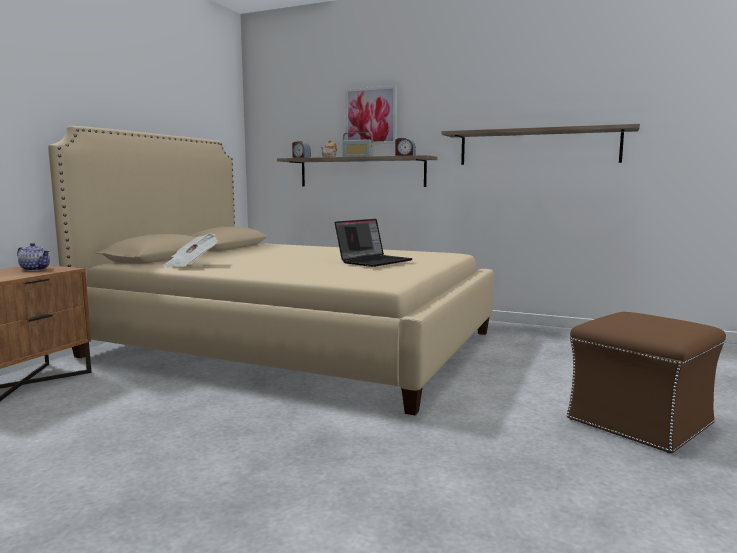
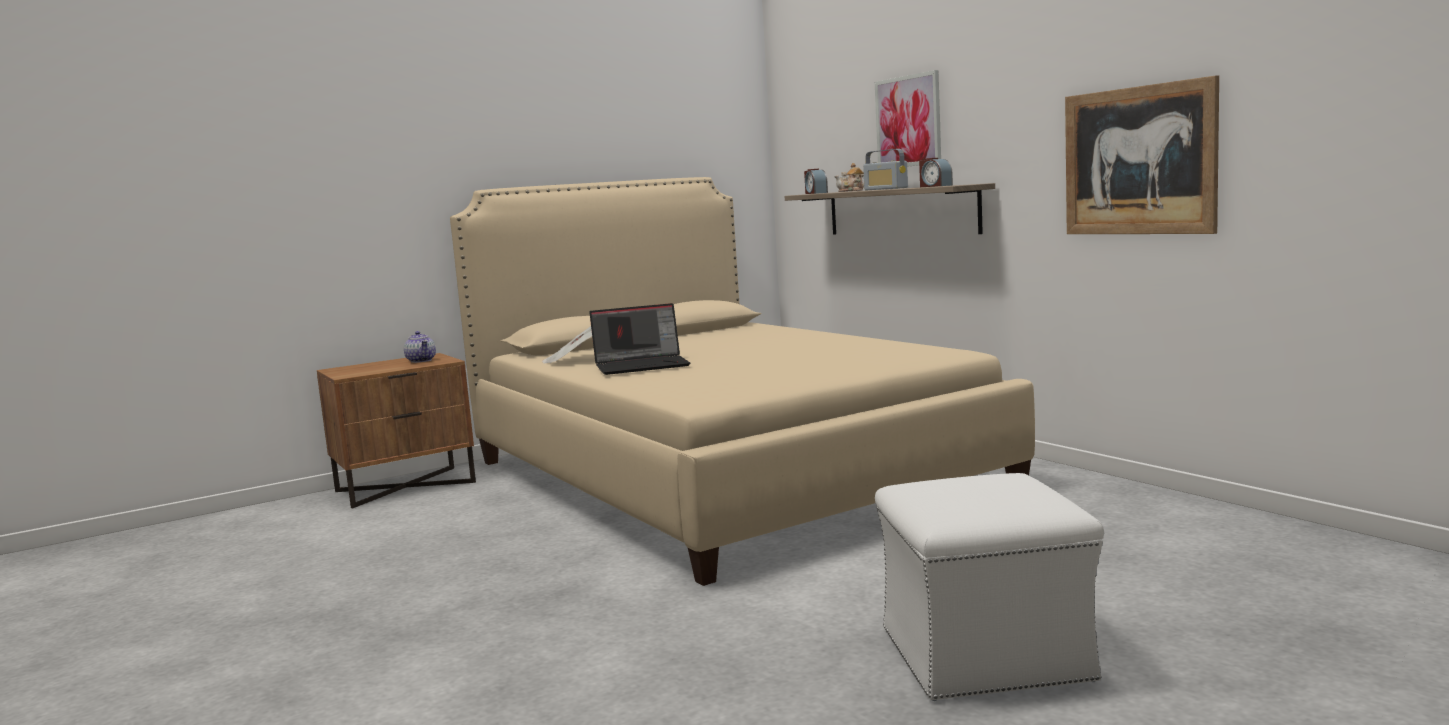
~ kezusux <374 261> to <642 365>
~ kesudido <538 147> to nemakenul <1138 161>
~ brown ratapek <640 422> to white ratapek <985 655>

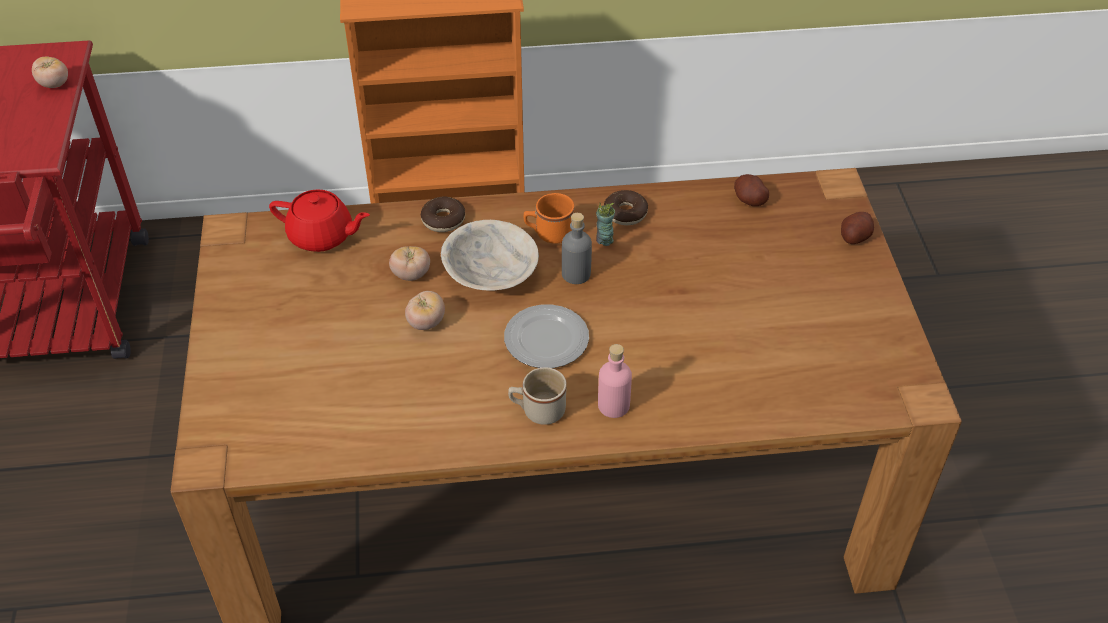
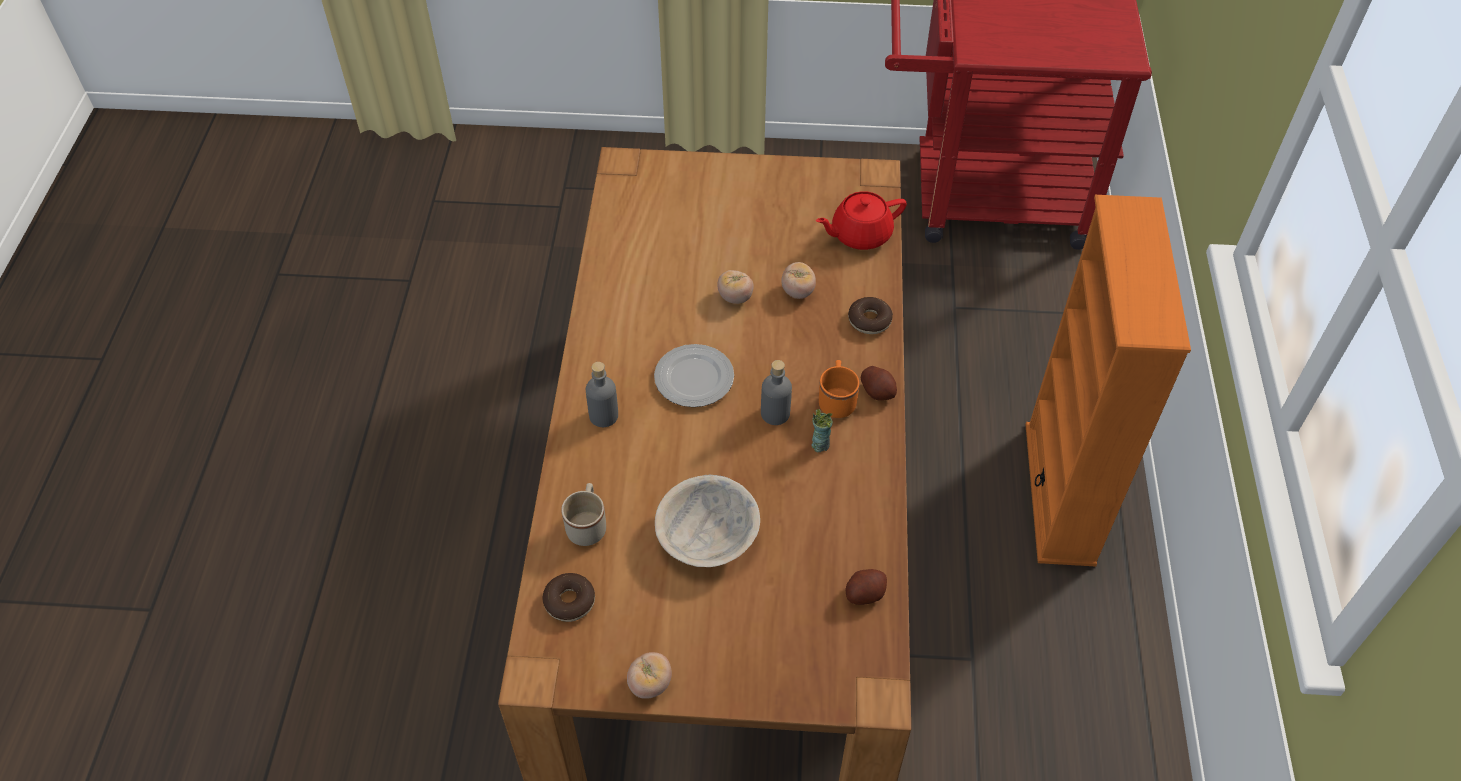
~ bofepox <54 84> to <650 684>
~ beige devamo <490 273> to <708 535>
~ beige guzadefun <537 410> to <587 525>
~ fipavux <625 213> to <569 601>
~ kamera <854 237> to <878 391>
~ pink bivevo <613 405> to grey bivevo <604 415>
~ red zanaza <322 236> = <859 234> 45 degrees clockwise

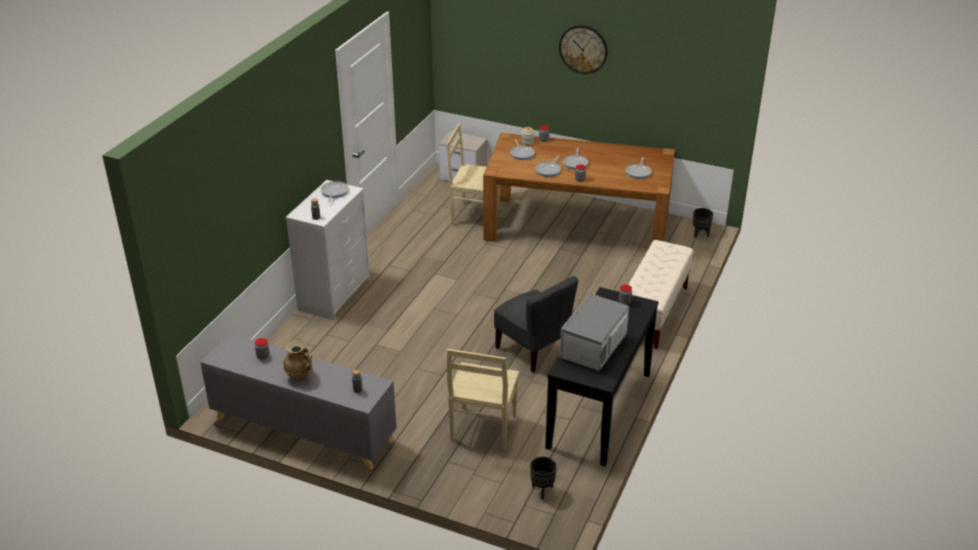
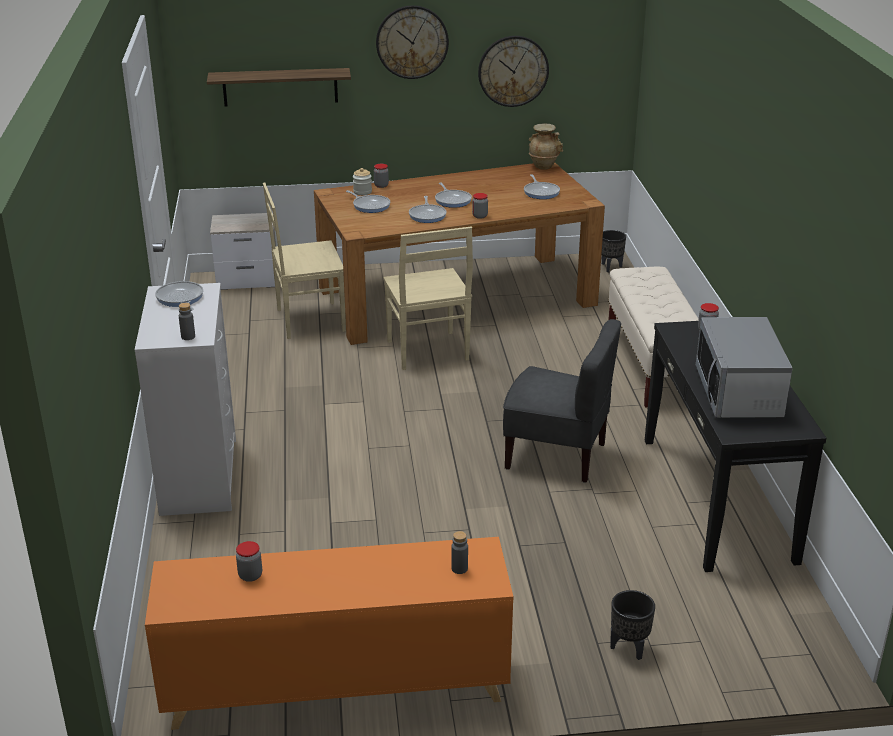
+ kesudido <280 87>
+ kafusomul <513 71>
~ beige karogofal <300 376> to <543 166>
~ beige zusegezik <483 429> to <428 352>
~ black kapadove <542 490> to <628 647>
~ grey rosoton <303 430> to orange rosoton <335 687>

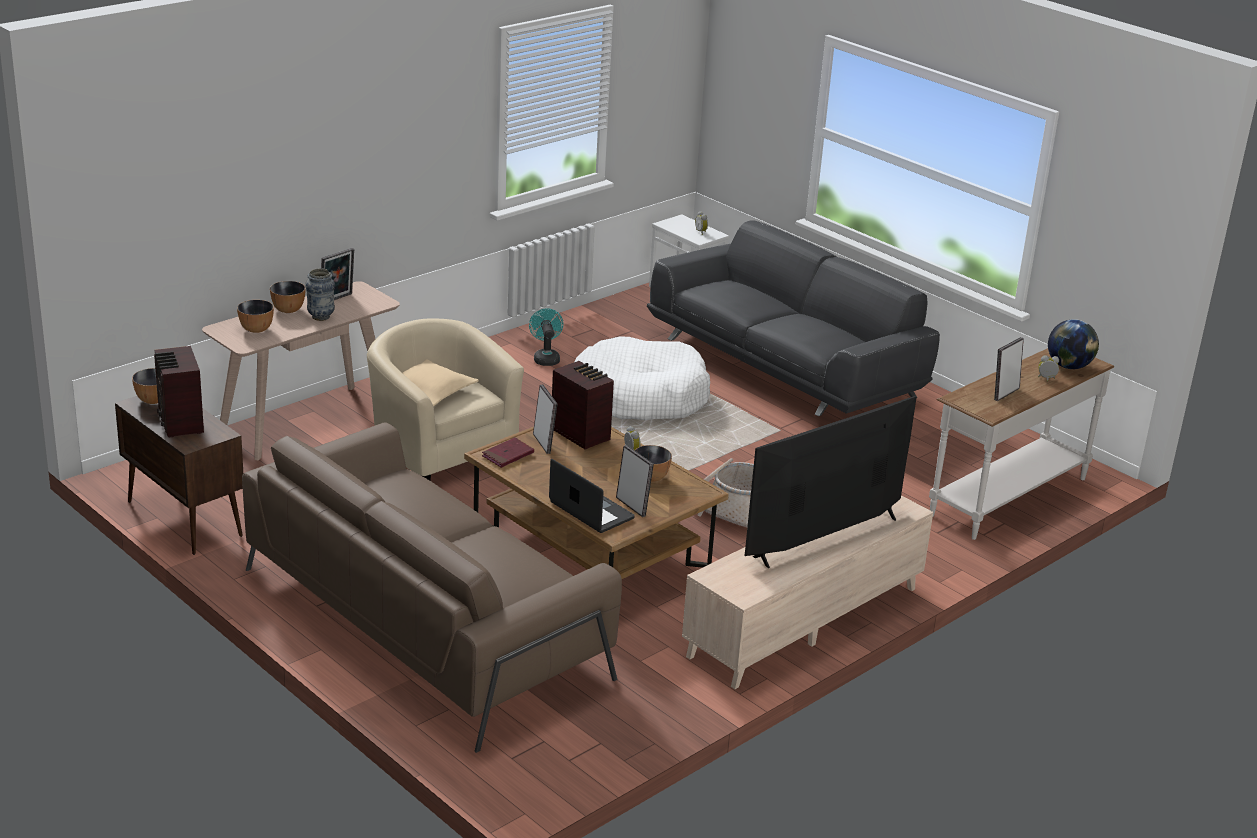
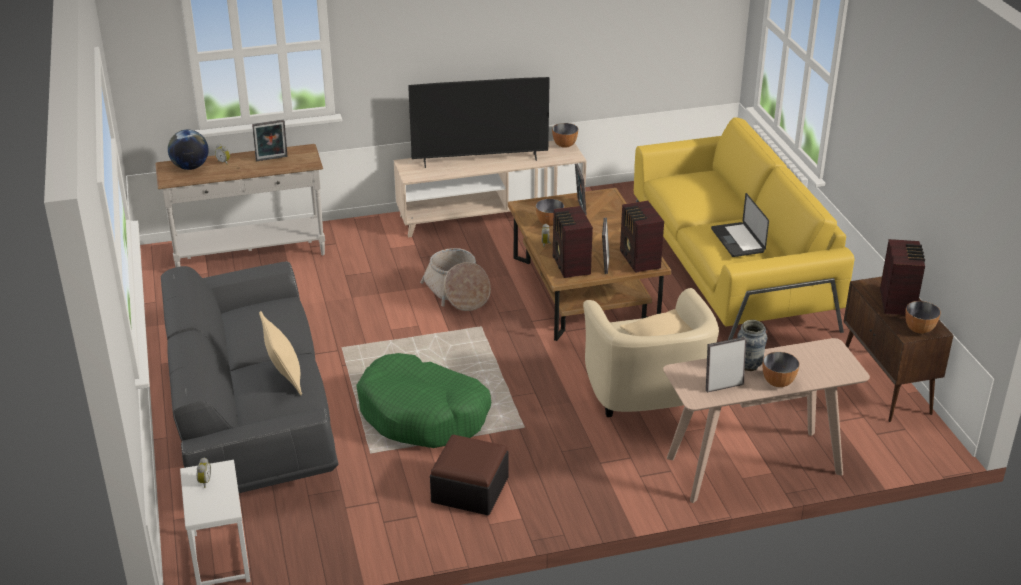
+ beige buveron <284 377>
~ devamo <256 329> to <564 145>
~ kezusux <591 510> to <737 241>
~ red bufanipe <508 455> to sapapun <639 260>
~ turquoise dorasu <545 358> to ratapek <470 490>
~ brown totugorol <424 622> to yellow totugorol <730 268>
~ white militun <639 396> to green militun <423 415>

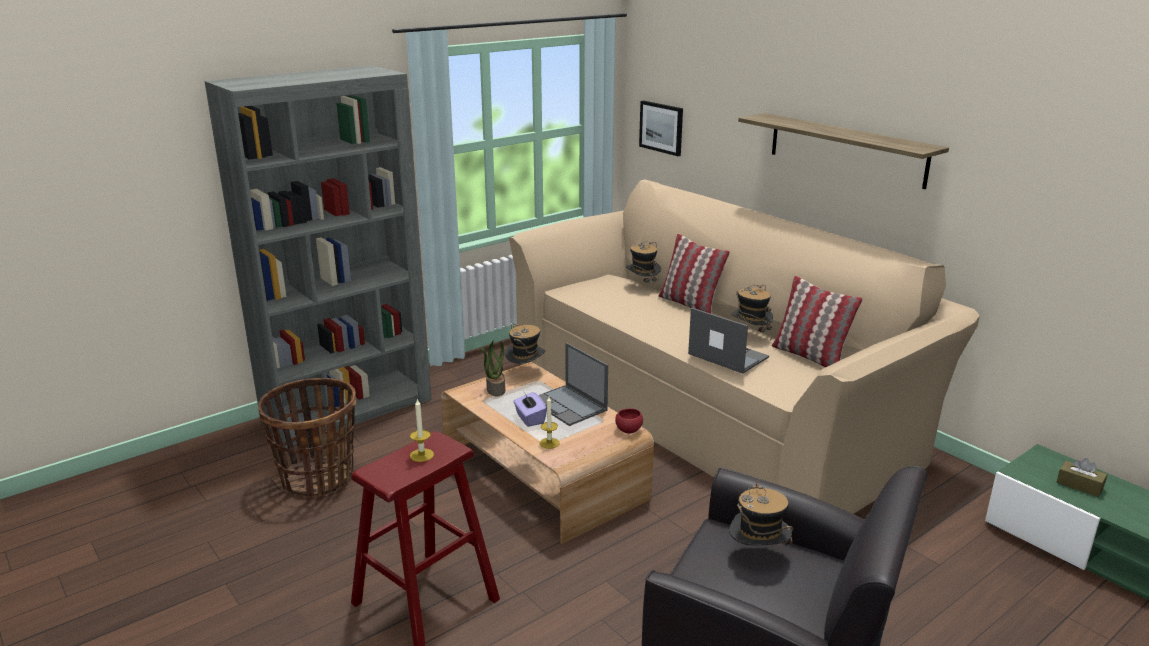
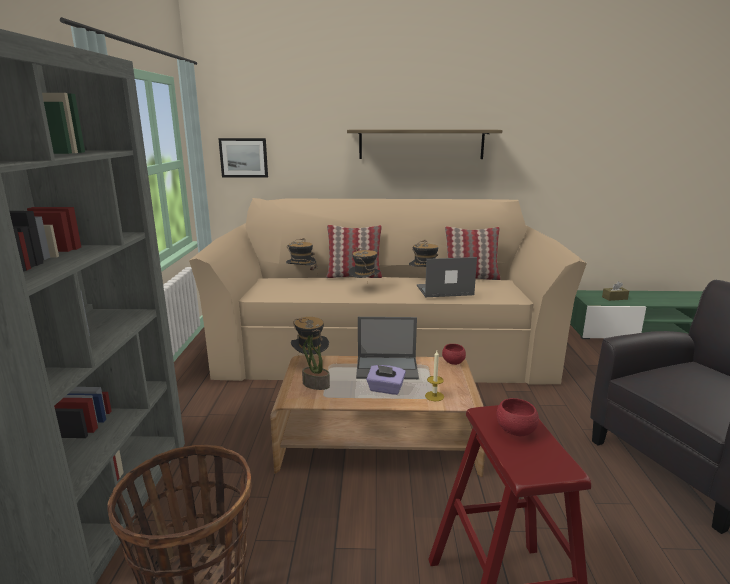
~ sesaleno <758 556> to <365 289>
~ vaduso <421 455> to red devamo <515 431>

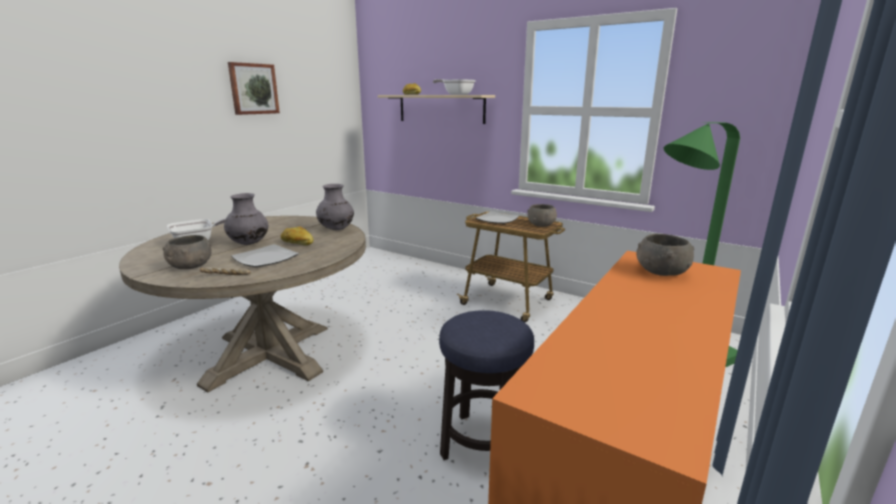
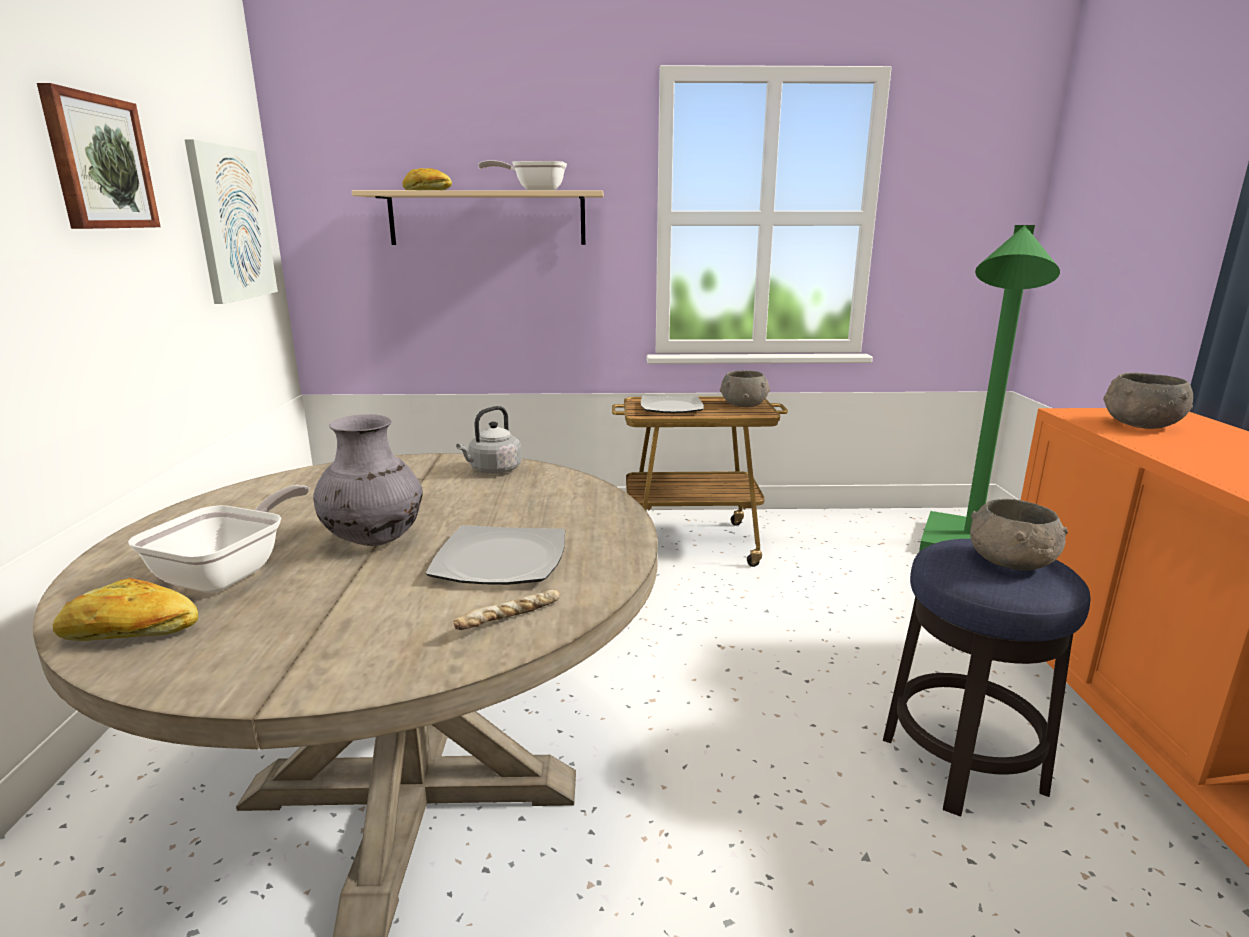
+ nemakenul <231 224>
~ grey devamo <190 266> to <1011 563>
~ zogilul <297 243> to <130 634>
~ grey karogofal <336 229> to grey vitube <493 470>

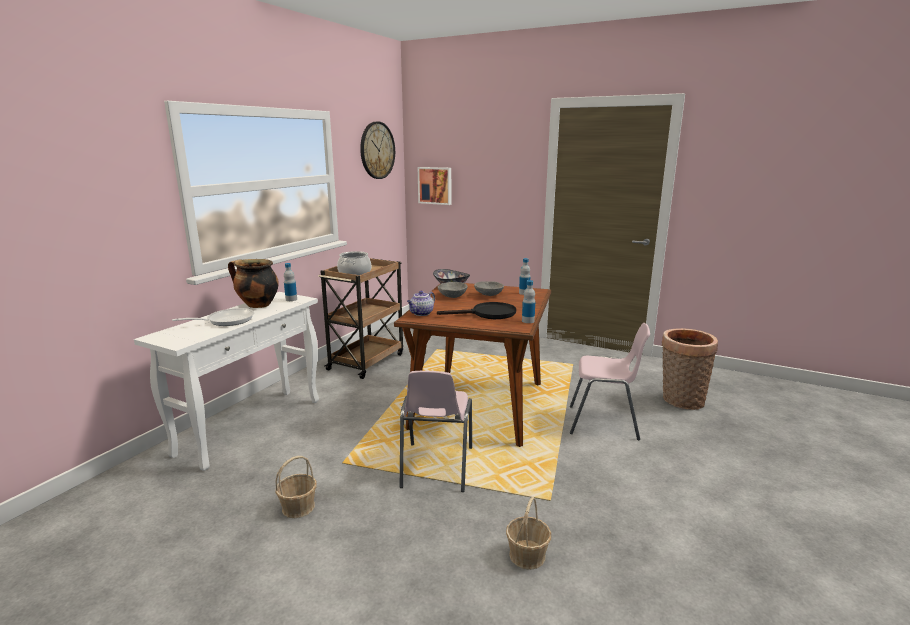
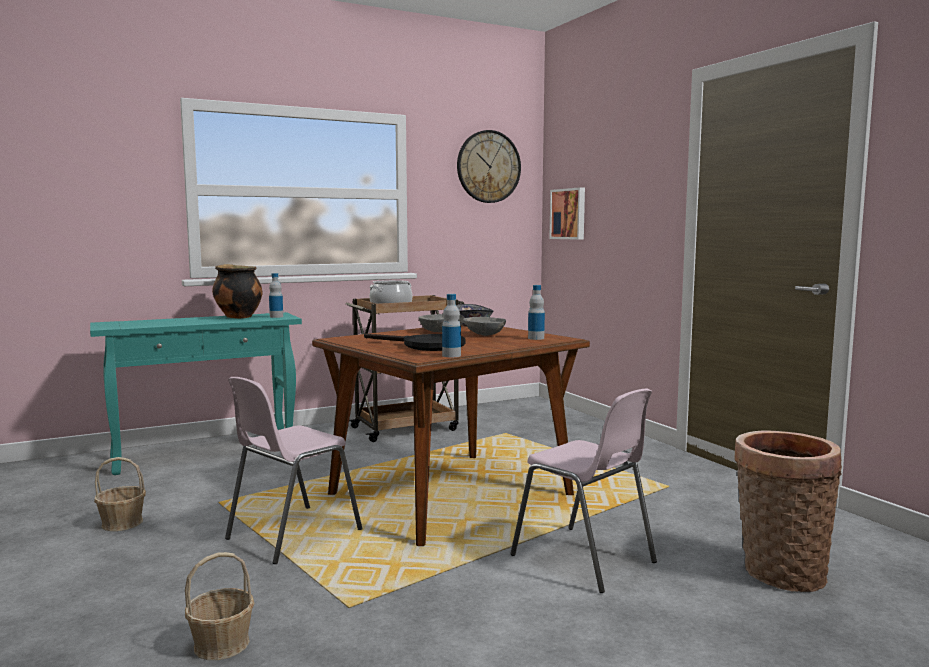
- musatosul <226 321>
- zanaza <421 313>
~ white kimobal <251 425> to turquoise kimobal <207 454>

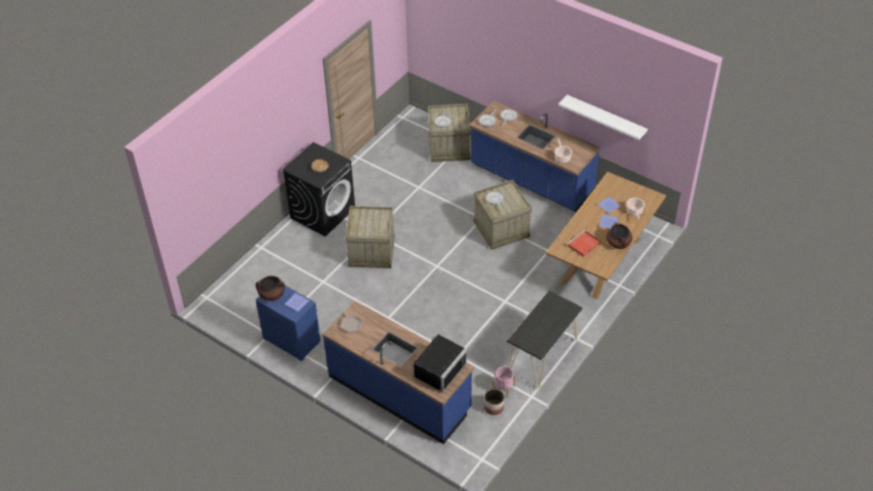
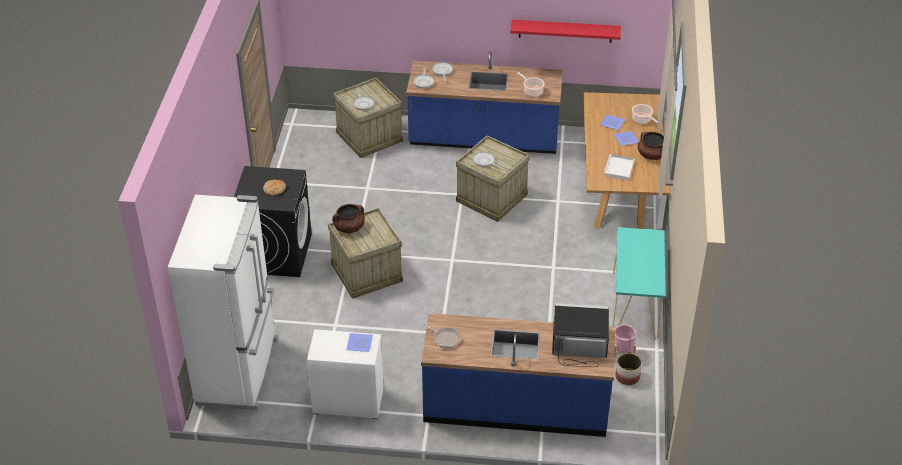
+ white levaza <239 371>
~ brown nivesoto <272 295> to <349 228>
~ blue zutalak <291 340> to white zutalak <348 401>
~ black kimobal <542 356> to turquoise kimobal <635 305>
~ white kesudido <606 117> to red kesudido <565 31>
~ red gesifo <583 245> to white gesifo <619 169>
~ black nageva <437 369> = <579 345> 90 degrees counterclockwise

